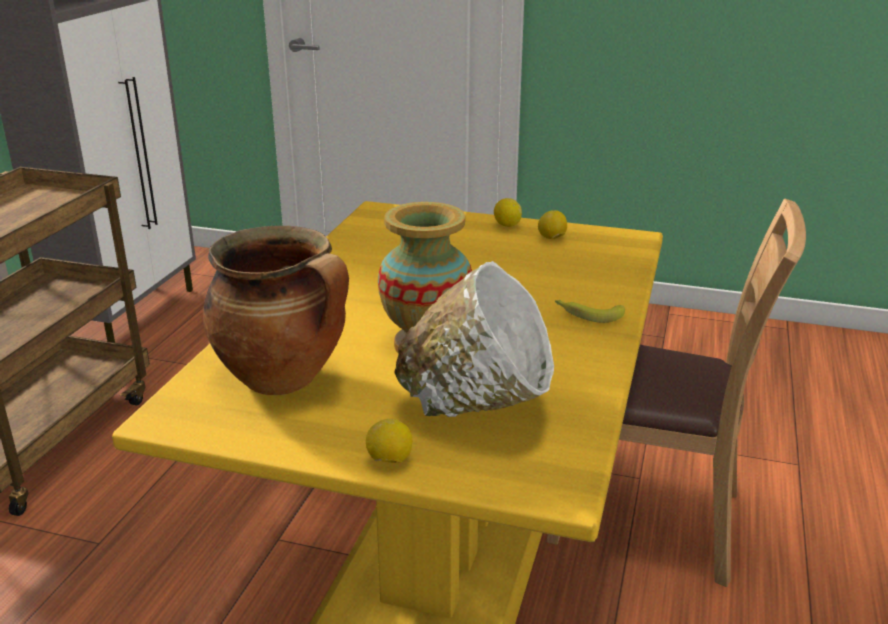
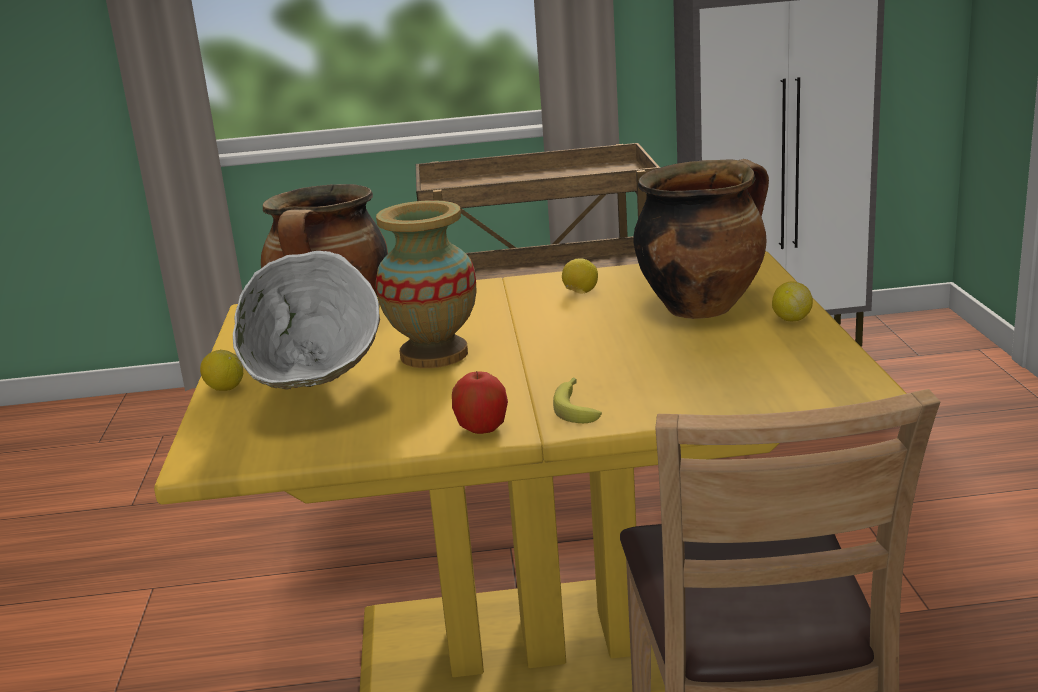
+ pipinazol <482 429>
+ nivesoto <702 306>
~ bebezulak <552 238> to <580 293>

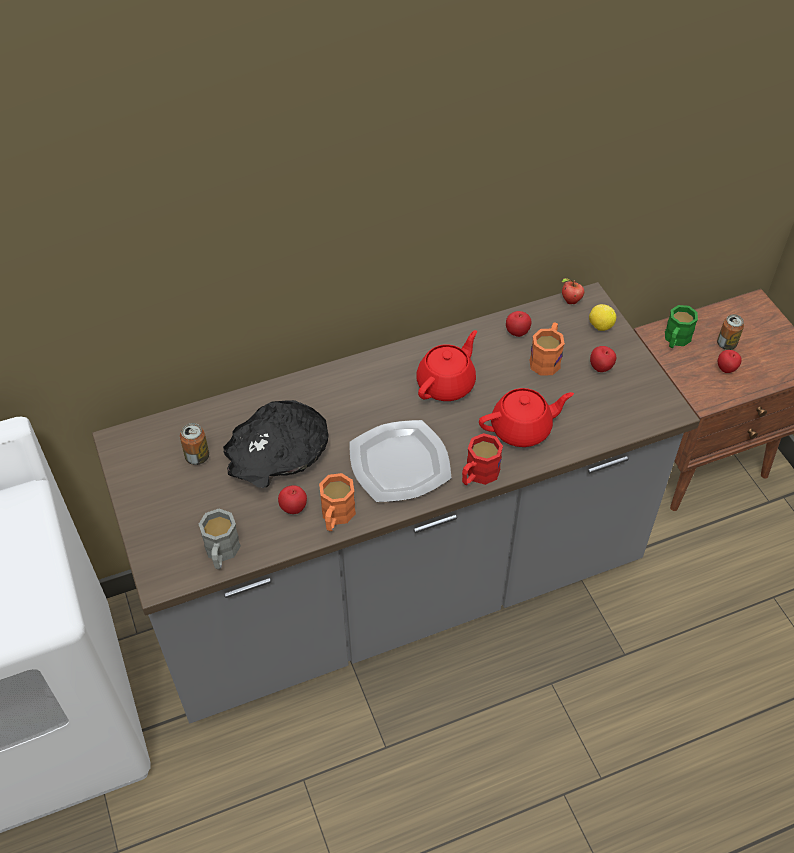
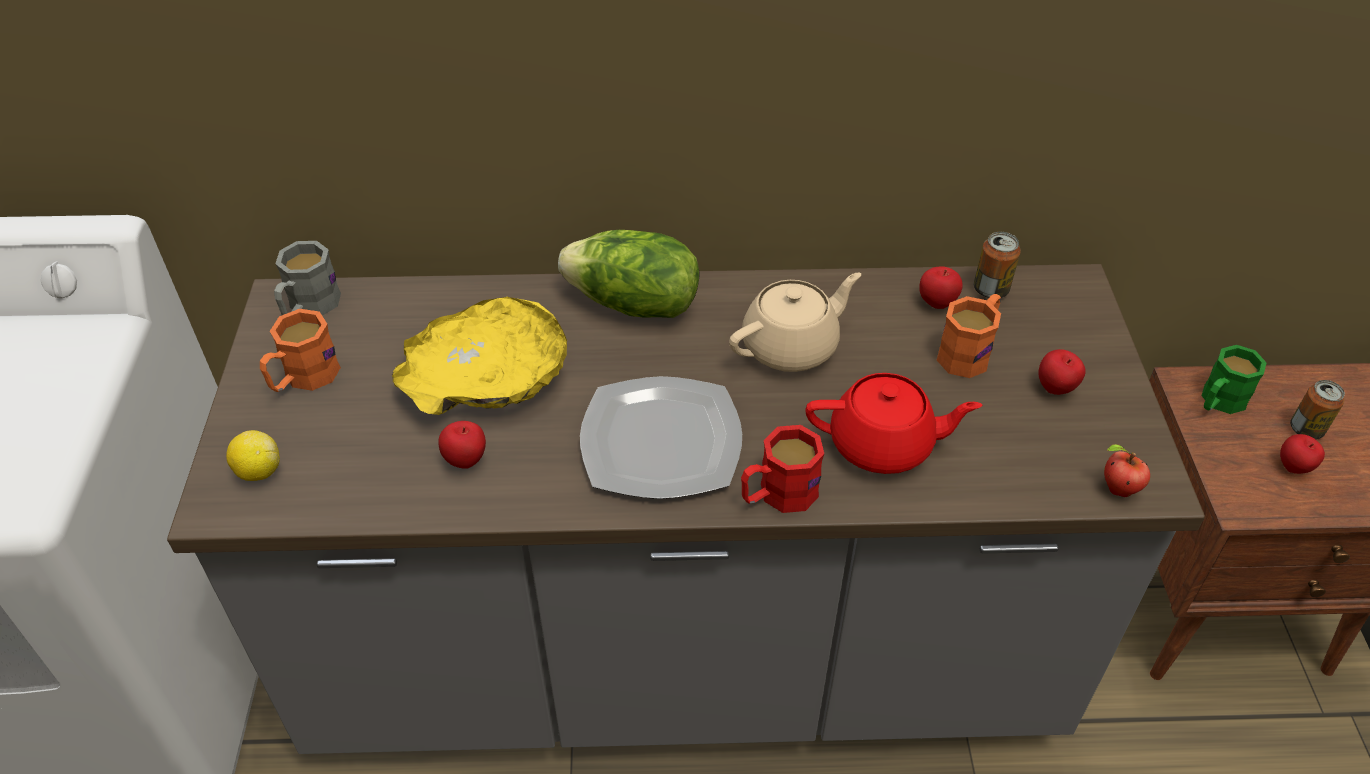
+ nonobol <634 305>
~ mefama <197 457> to <991 289>
~ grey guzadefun <221 553> to <309 307>
~ orange guzadefun <336 516> to <303 378>
~ pipinazol <570 301> to <1117 490>
~ bebezulak <600 326> to <259 471>
~ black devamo <278 454> to yellow devamo <487 378>
~ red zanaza <447 384> to beige zanaza <792 347>

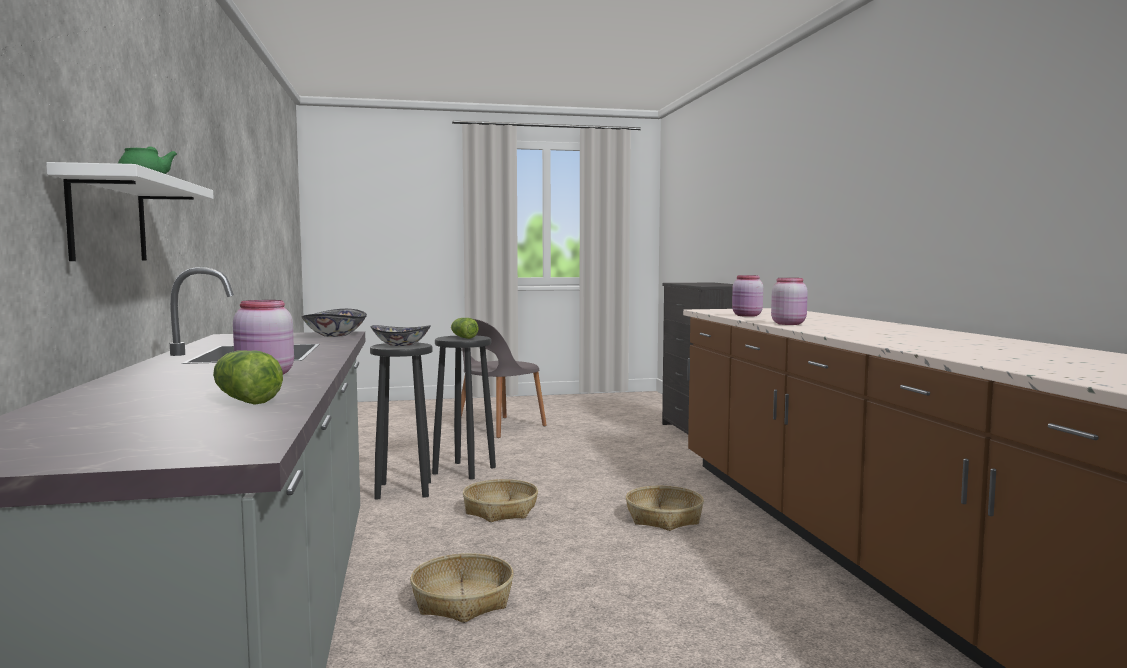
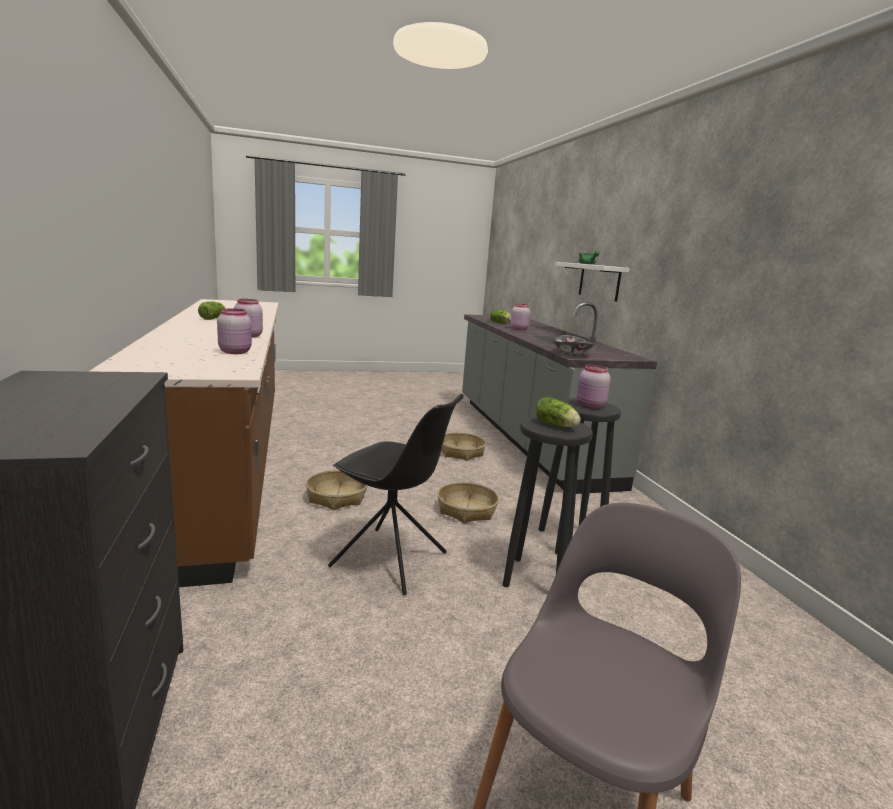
+ nonobol <214 318>
+ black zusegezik <391 560>
~ devamo <401 345> to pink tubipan <590 406>

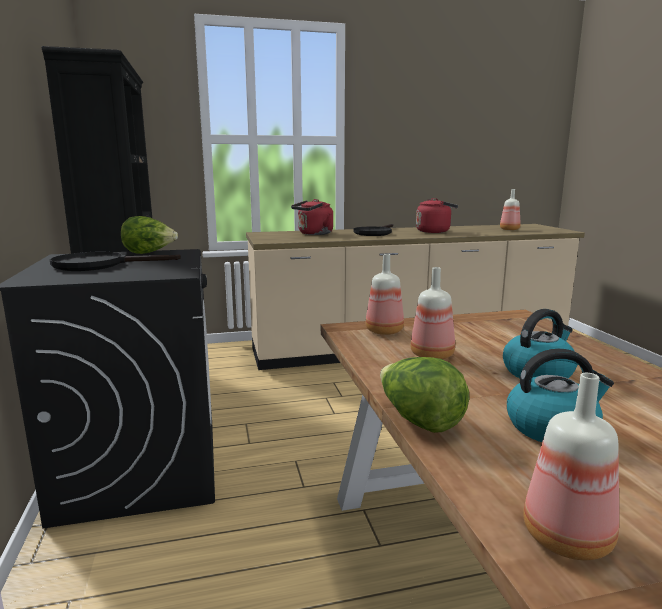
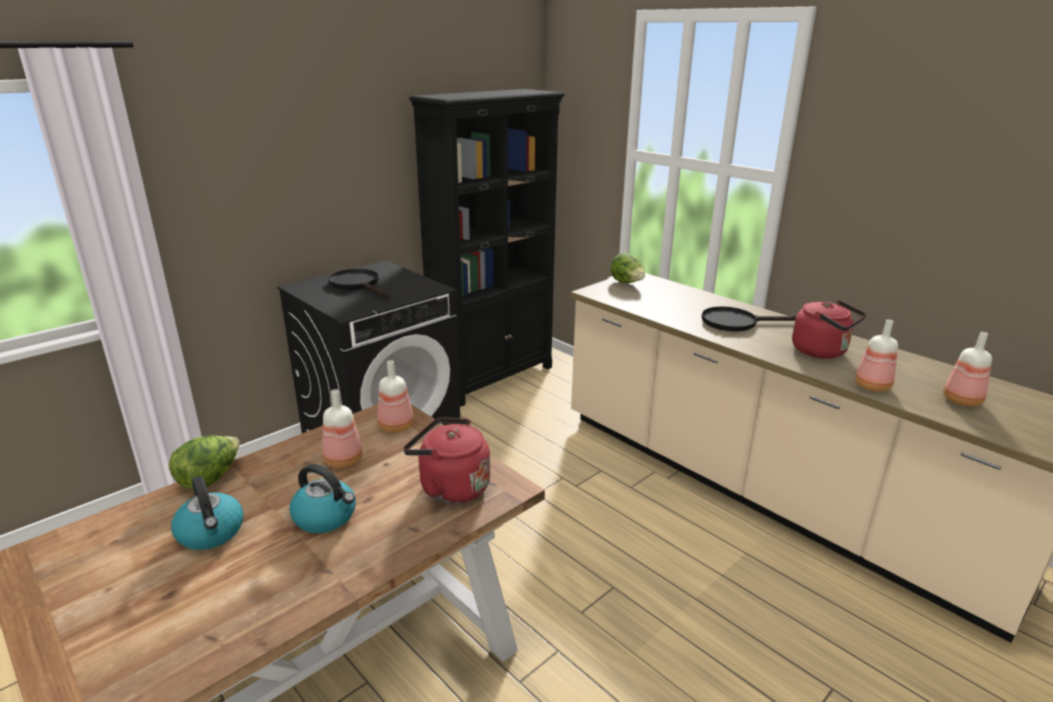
~ nonobol <149 253> to <627 283>
~ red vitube <313 234> to <450 487>
~ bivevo <569 540> to <872 386>

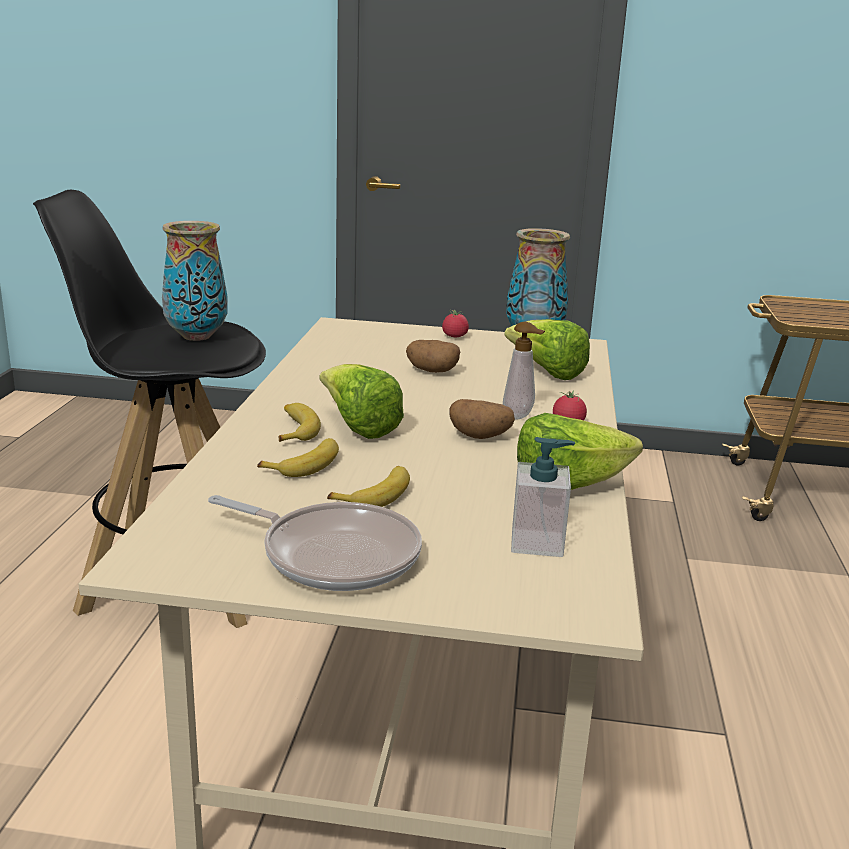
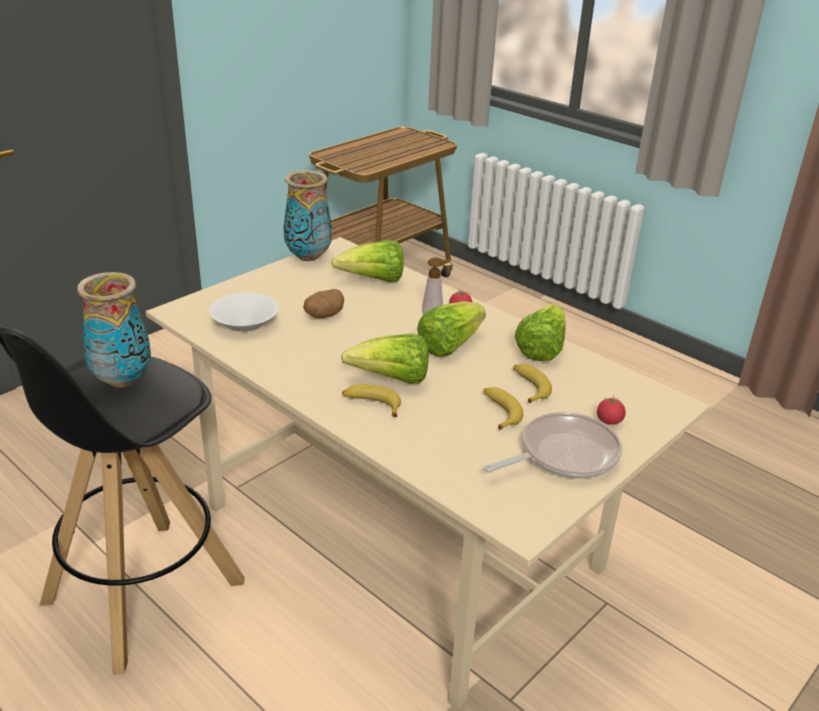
- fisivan <537 542>
+ white devamo <244 322>
~ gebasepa <306 464> to <528 387>
~ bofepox <454 336> to <609 421>
~ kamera <480 436> to nonobol <449 345>

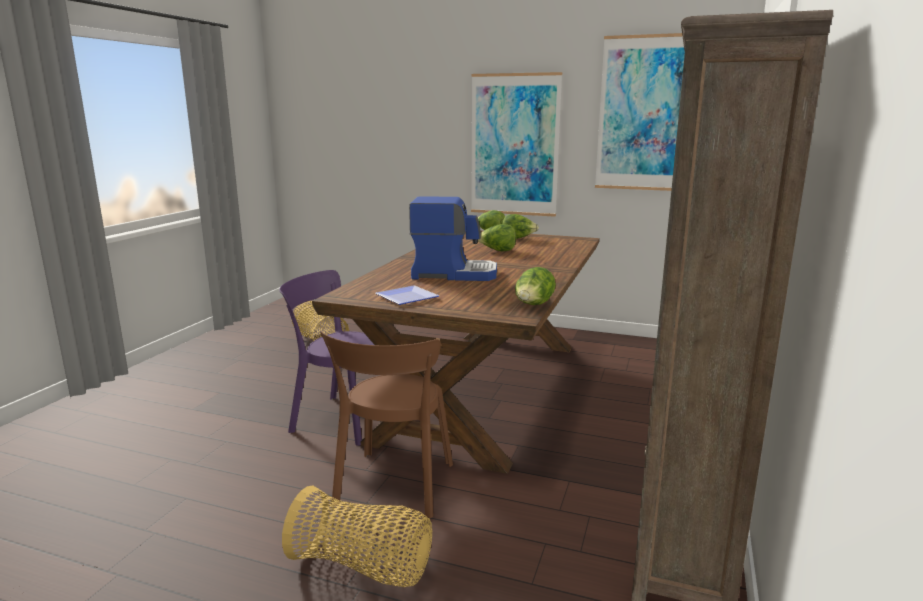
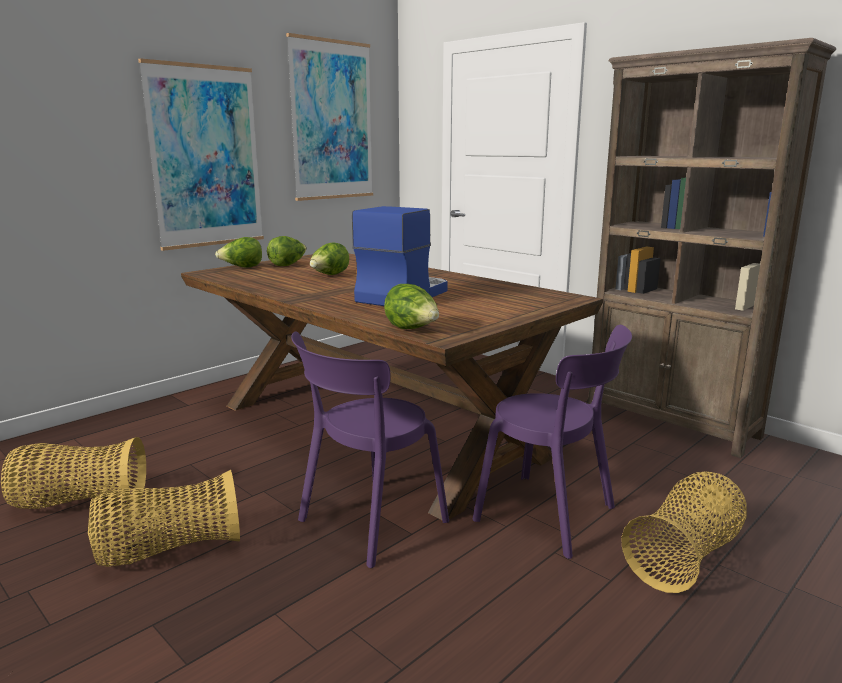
- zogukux <407 297>
+ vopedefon <169 549>
~ nonobol <533 306> to <412 330>
~ brown zusegezik <393 487> to purple zusegezik <551 516>

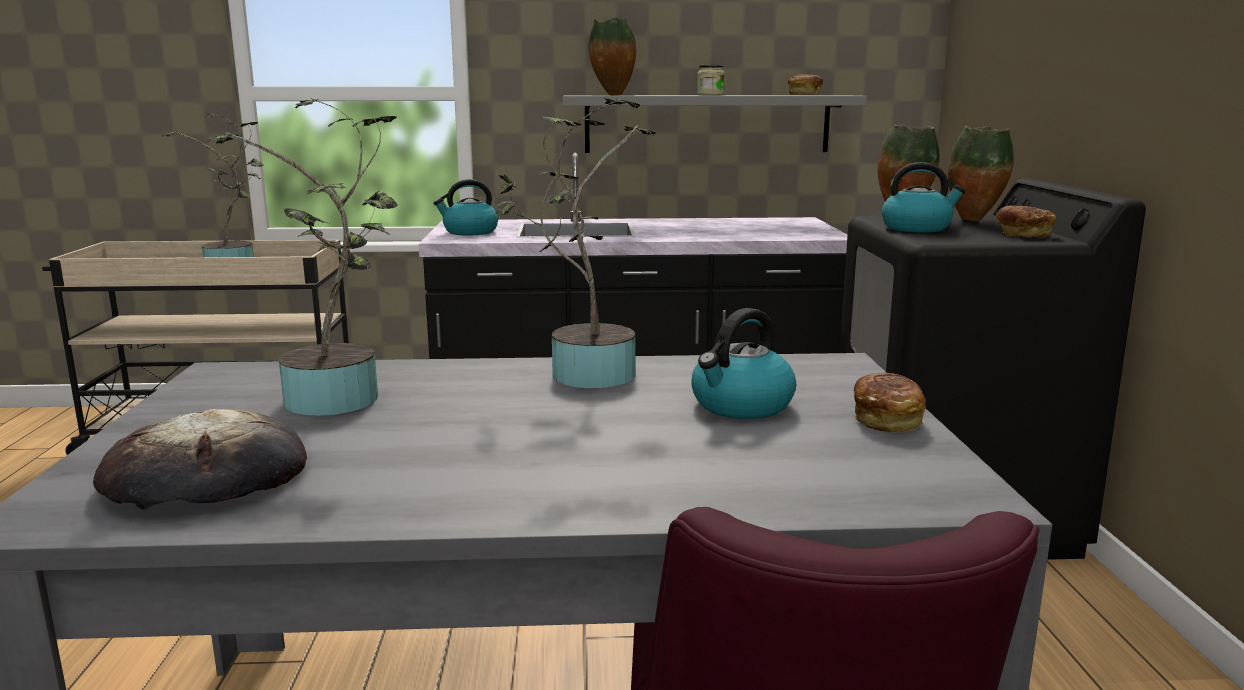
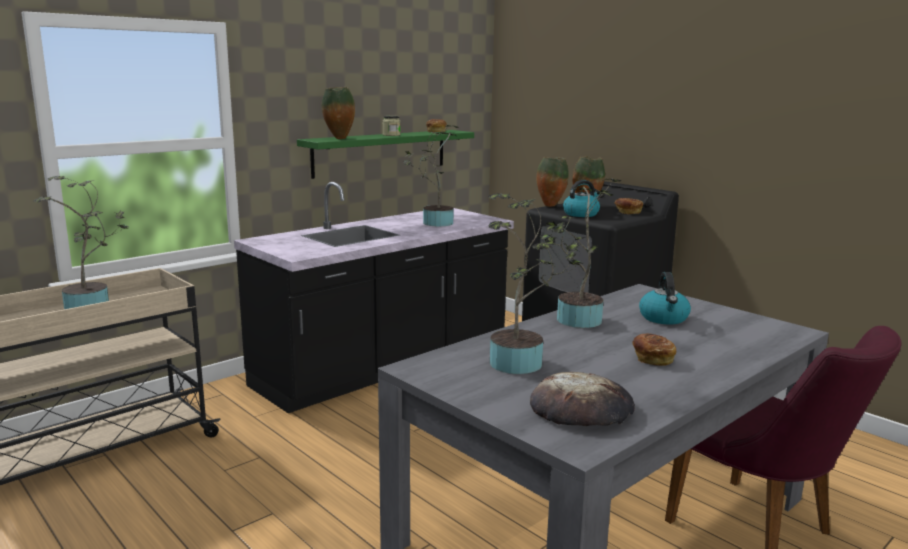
- vitube <469 232>
+ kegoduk <434 223>
~ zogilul <887 420> to <652 359>
~ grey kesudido <707 124> to green kesudido <381 152>

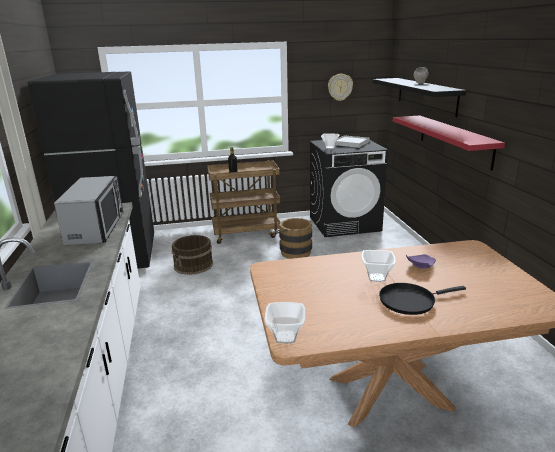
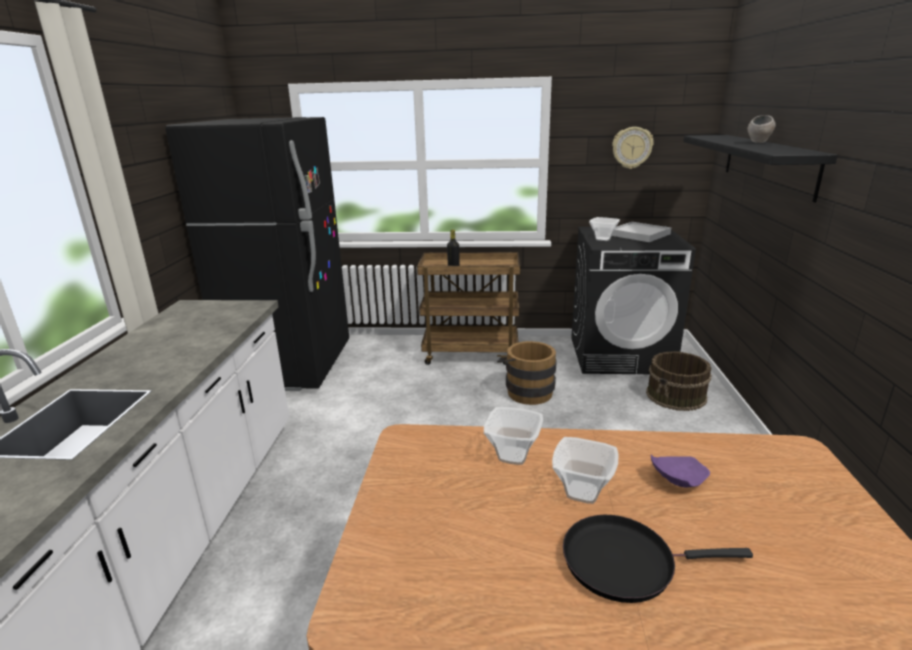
- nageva <96 228>
- red kesudido <454 140>
~ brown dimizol <194 265> to <676 396>
~ devamo <286 337> to <514 455>

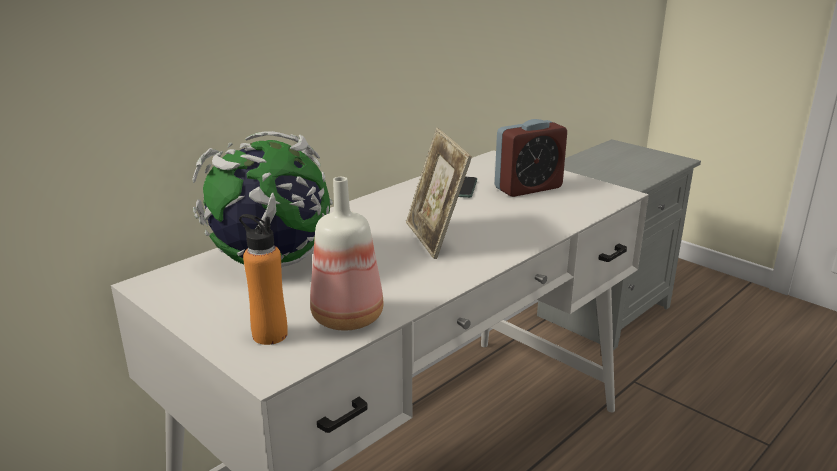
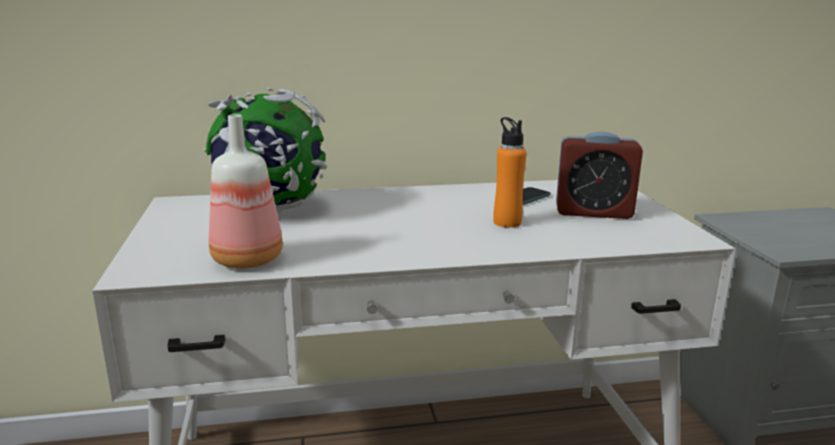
- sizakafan <435 238>
~ orange bivevo <269 335> to <507 222>

